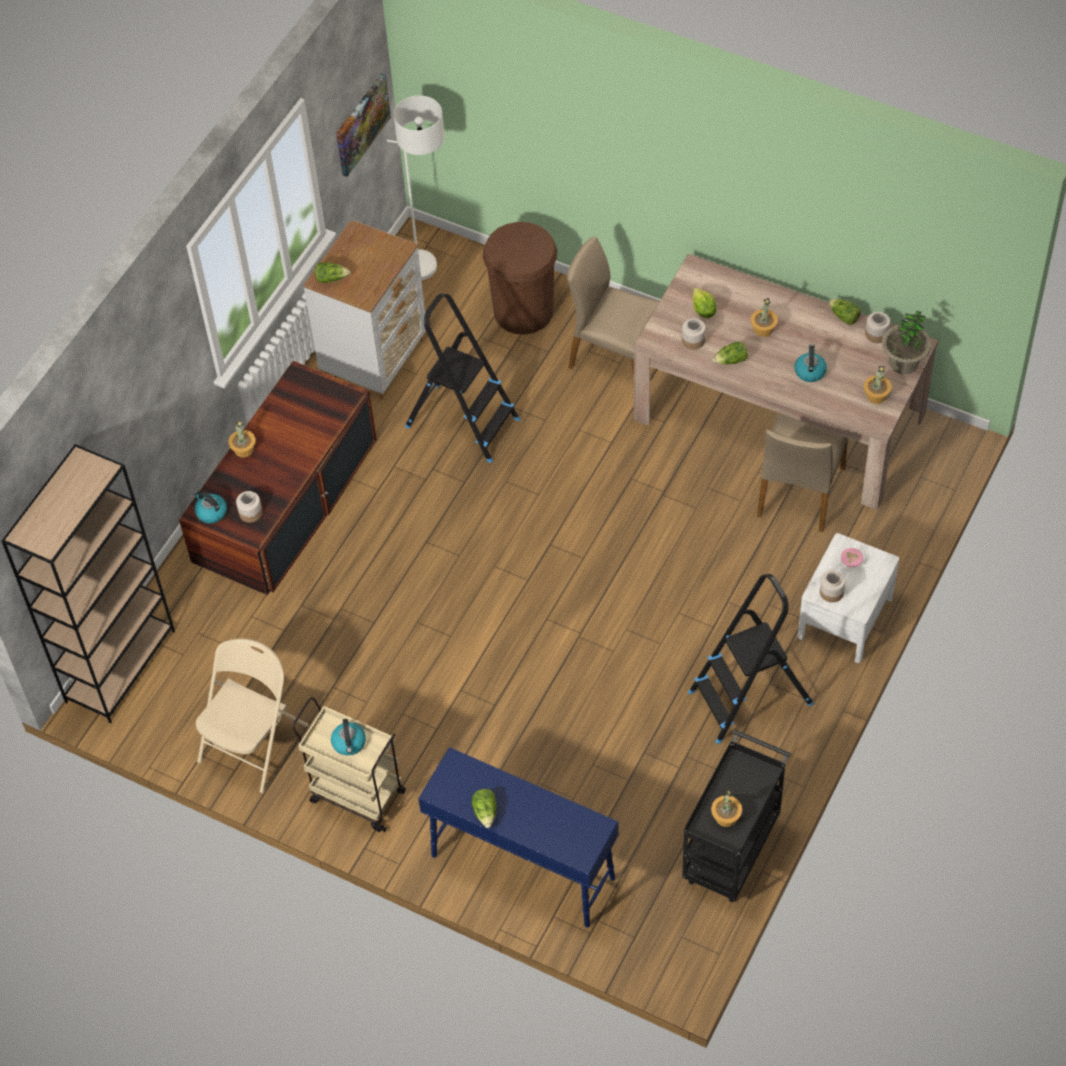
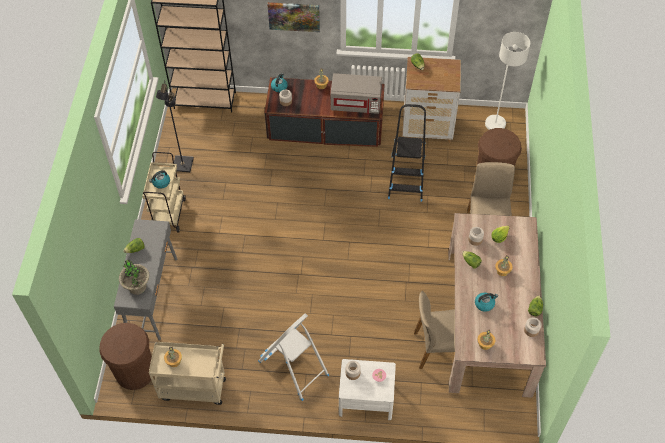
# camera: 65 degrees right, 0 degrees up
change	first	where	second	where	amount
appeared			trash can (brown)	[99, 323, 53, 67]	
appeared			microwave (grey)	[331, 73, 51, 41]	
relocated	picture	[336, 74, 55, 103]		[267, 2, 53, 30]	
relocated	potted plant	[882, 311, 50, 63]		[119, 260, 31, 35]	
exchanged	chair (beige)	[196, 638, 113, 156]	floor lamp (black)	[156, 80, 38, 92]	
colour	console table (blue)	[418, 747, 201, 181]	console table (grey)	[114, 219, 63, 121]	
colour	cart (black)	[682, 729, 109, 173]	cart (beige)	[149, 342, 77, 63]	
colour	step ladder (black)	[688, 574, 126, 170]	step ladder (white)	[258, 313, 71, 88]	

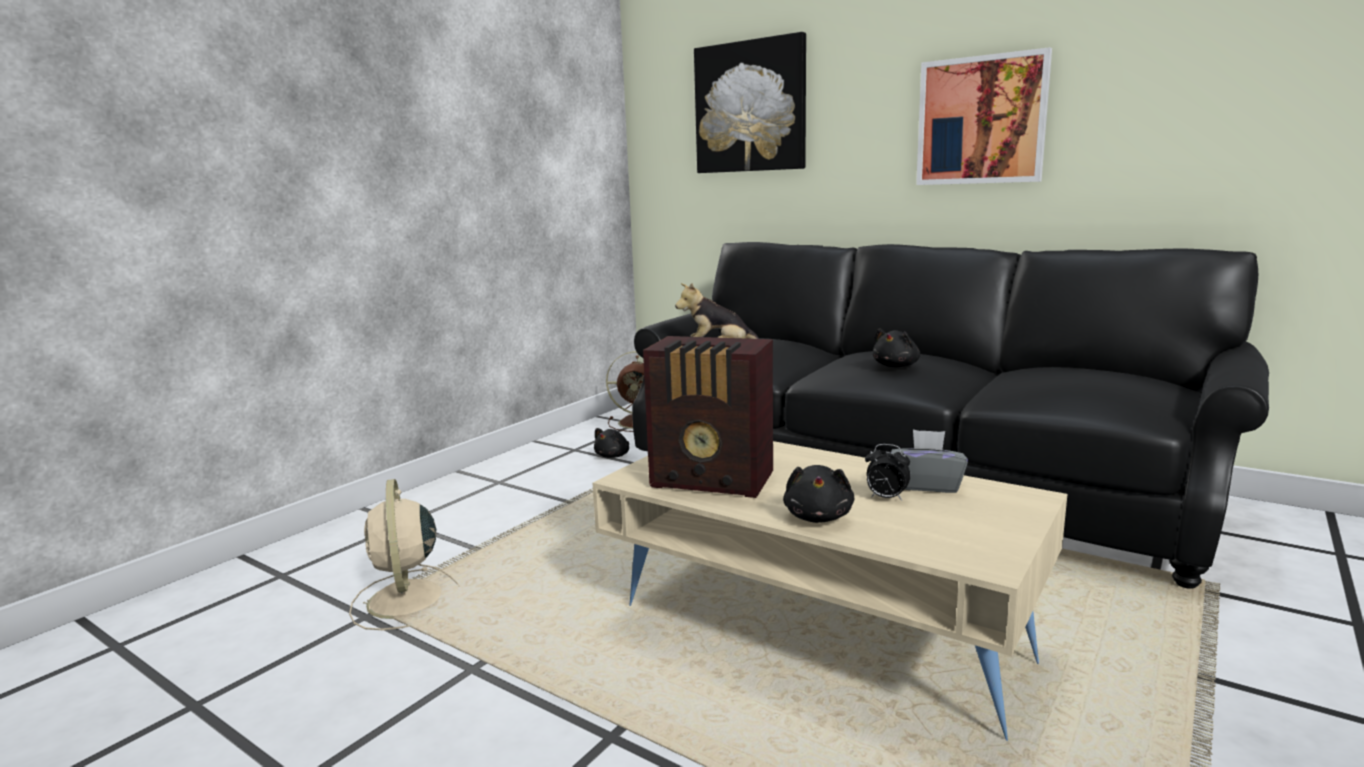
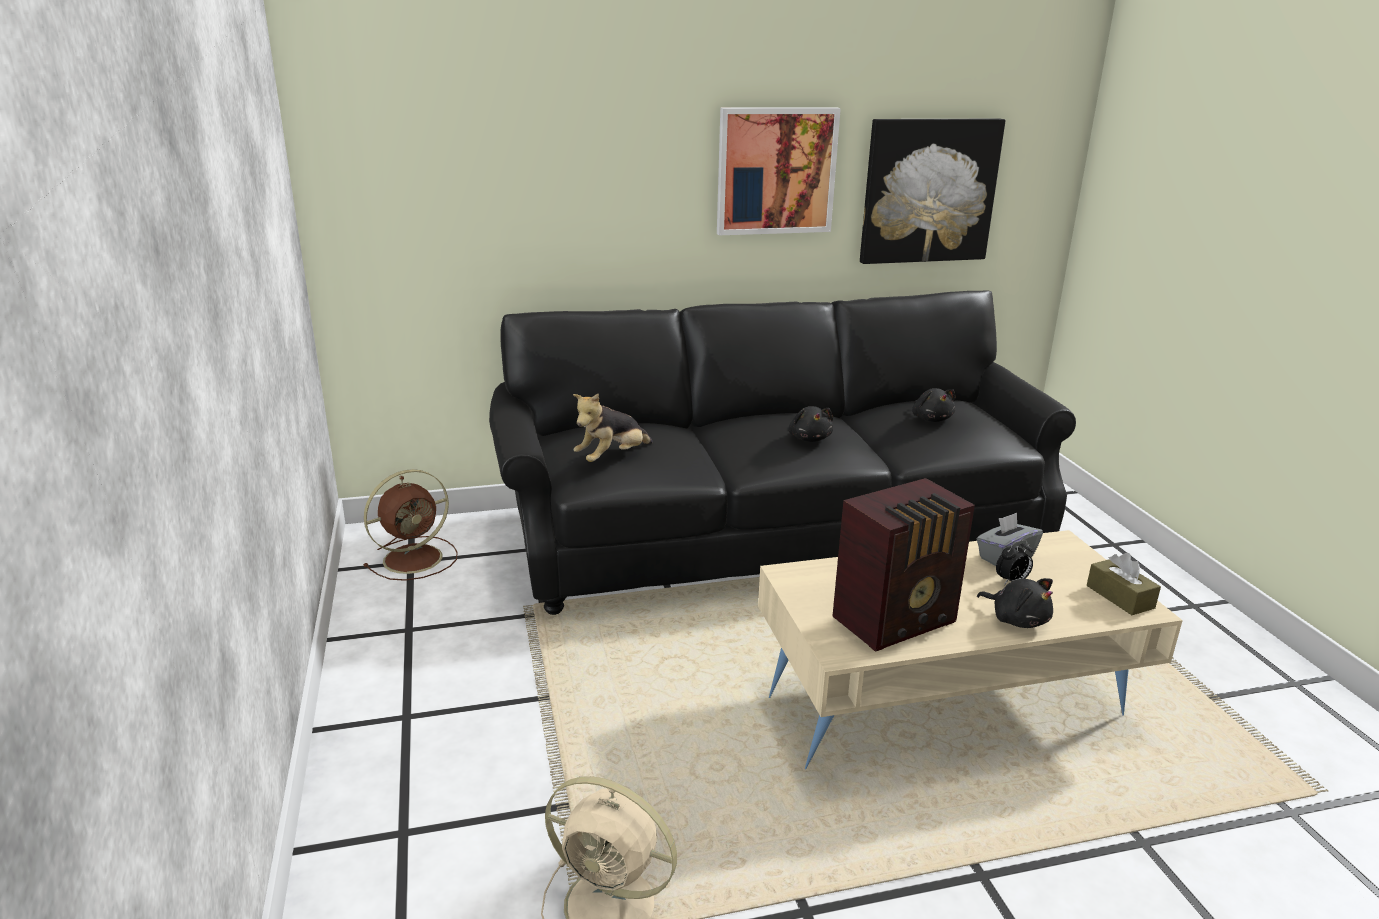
# camera: 50 degrees left, 10 degrees up
change	first	where	second	where	amount
appeared			tissue box (brown)	[1087, 553, 74, 62]	
relocated	plush toy (black)	[594, 428, 35, 30]		[912, 388, 44, 34]	
relocated	picture	[694, 32, 112, 141]		[860, 119, 145, 145]	

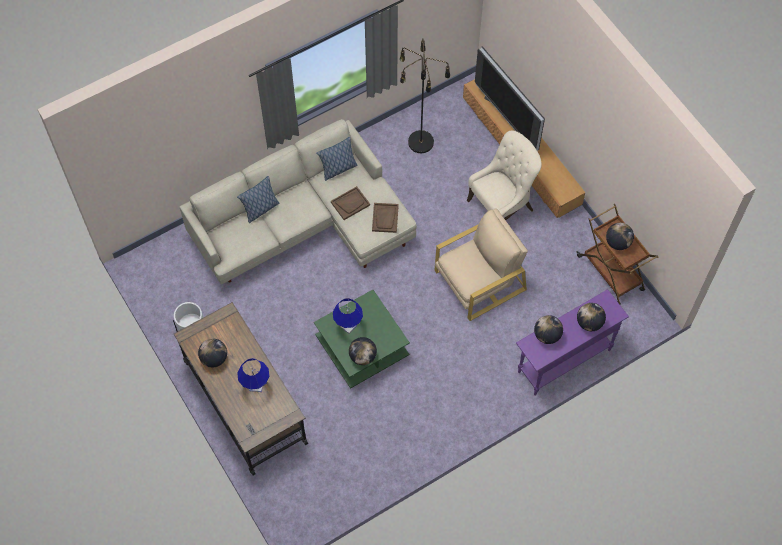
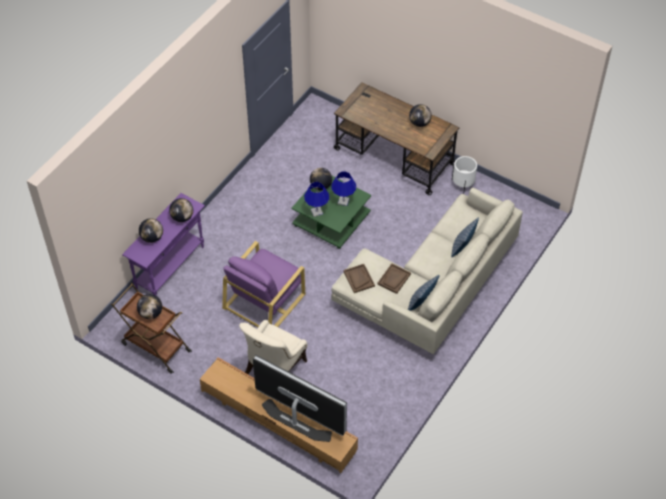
# camera: 155 degrees right, 10 degrees down
change	first	where	second	where	amount
missing	floor lamp	[400, 38, 50, 115]			
relocated	table lamp (blue)	[237, 358, 32, 34]		[304, 182, 25, 35]	
colour	armchair (beige)	[434, 208, 94, 113]	armchair (purple)	[222, 241, 83, 86]	

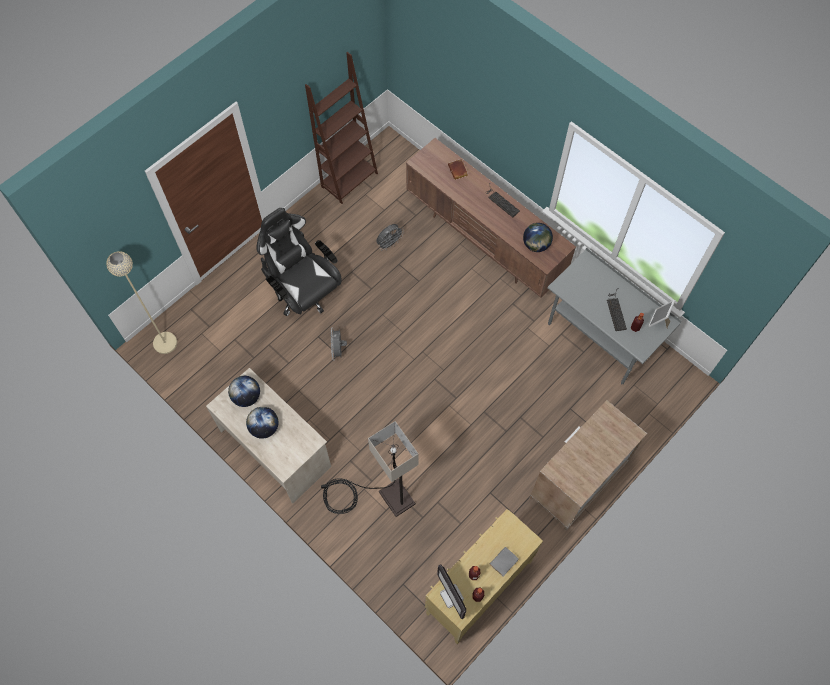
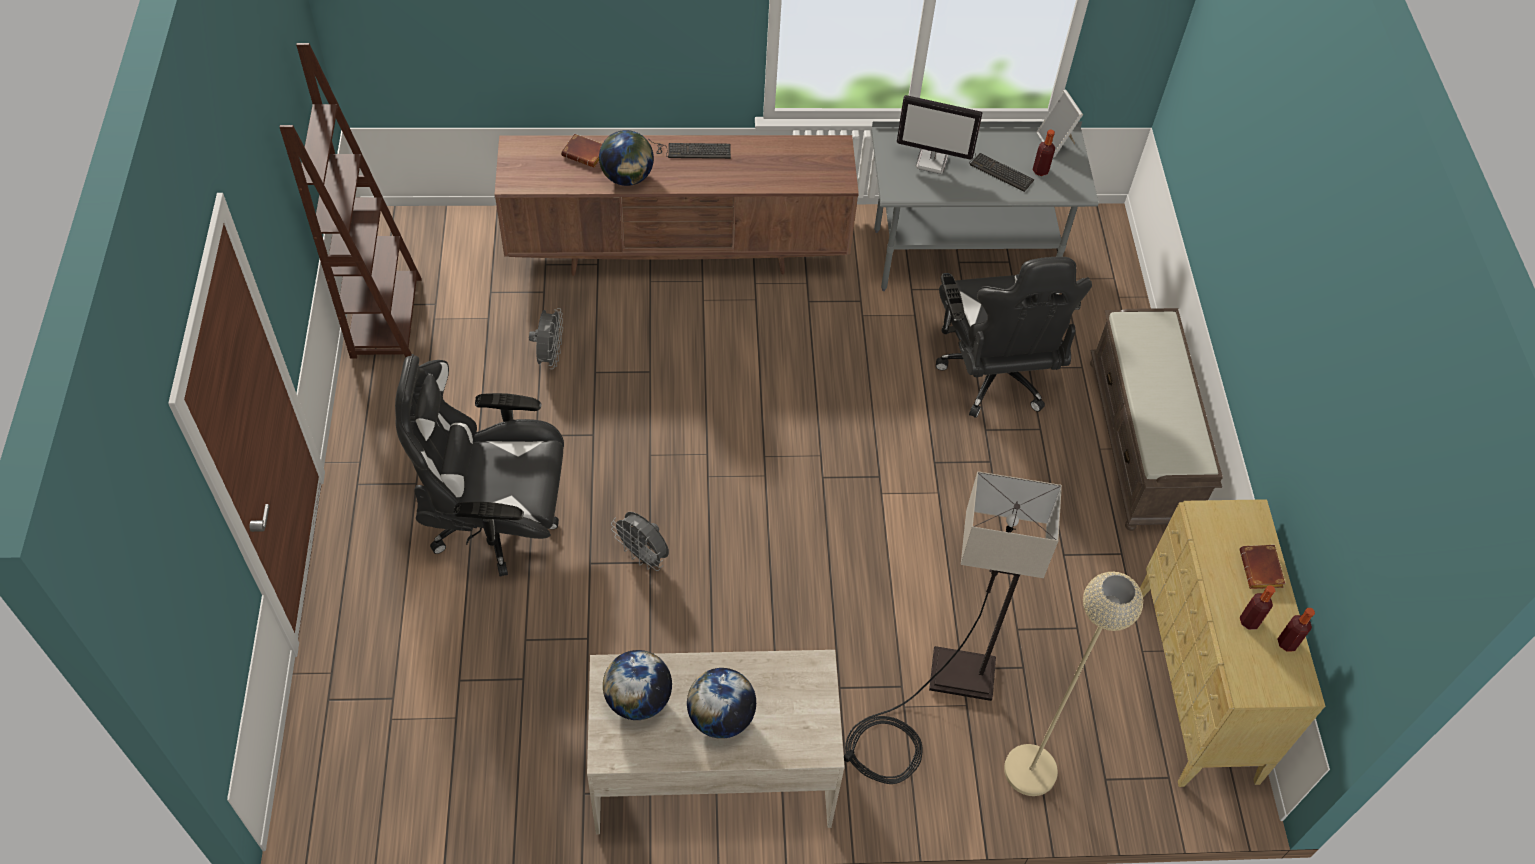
# camera: 50 degrees left, 10 degrees down
change	first	where	second	where	amount
appeared			office chair (black)	[936, 257, 156, 161]	
relocated	floor lamp (beige)	[106, 251, 71, 103]		[1004, 572, 139, 224]	
relocated	monitor	[437, 564, 29, 55]		[897, 95, 86, 79]	
relocated	globe	[523, 223, 30, 29]		[599, 130, 55, 56]	
exchanged	dresser	[529, 400, 118, 131]	bench (brown)	[1090, 308, 133, 223]	
colour	book (grey)	[490, 547, 29, 30]	book (brown)	[1239, 545, 47, 44]	

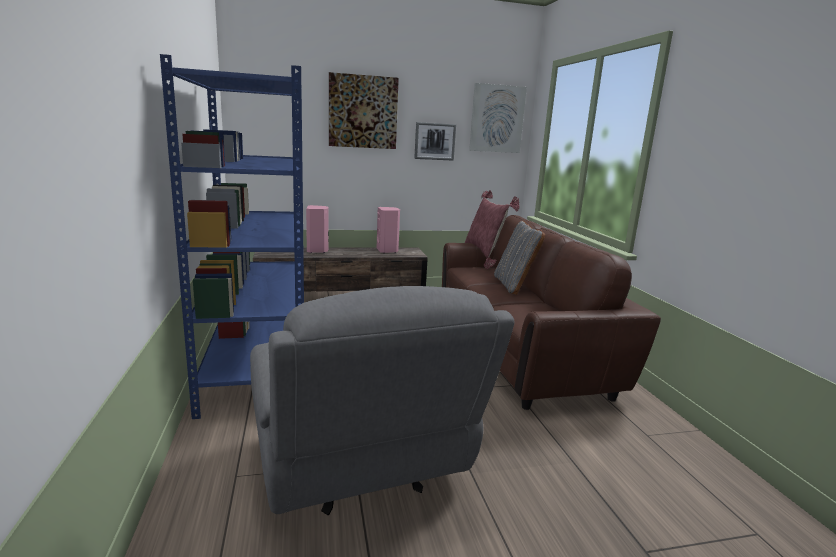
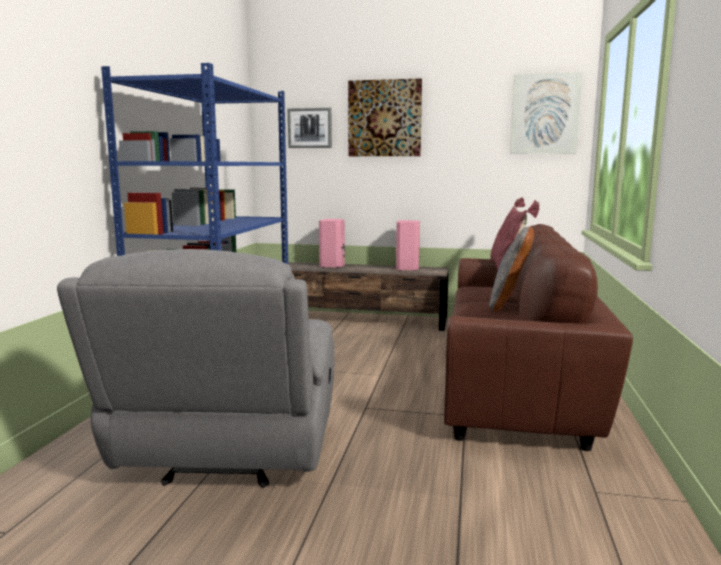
# camera: 25 degrees right, 5 degrees down
change	first	where	second	where	amount
relocated	picture	[414, 122, 42, 39]		[288, 108, 44, 40]	

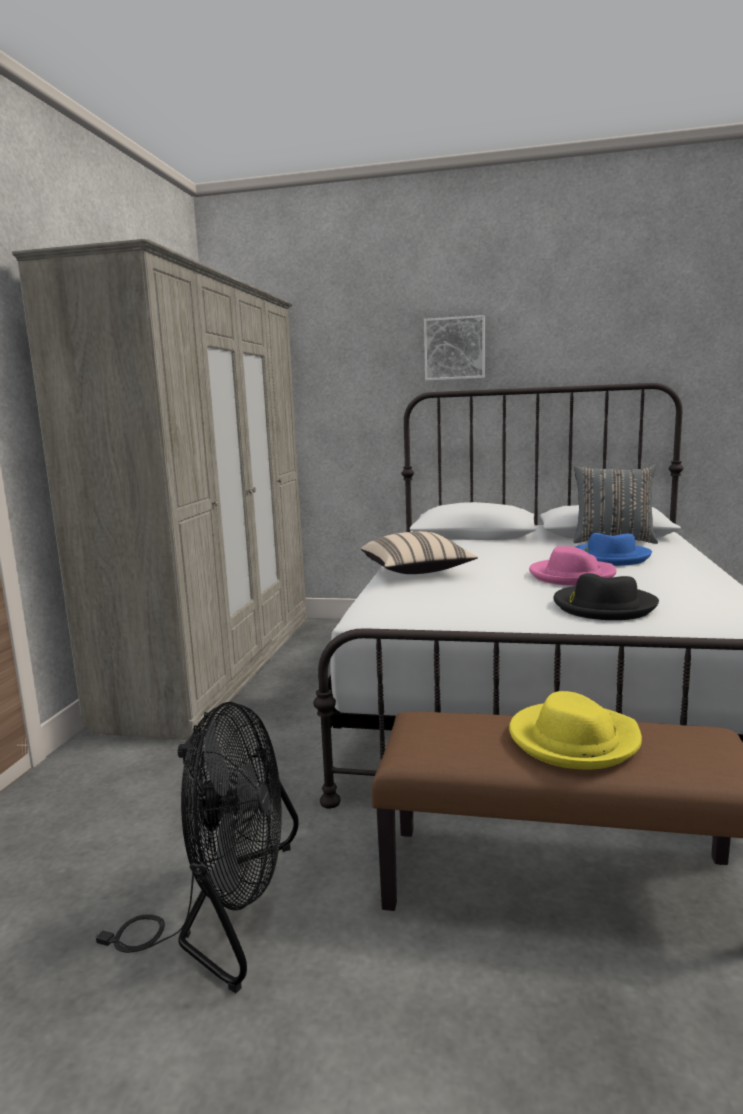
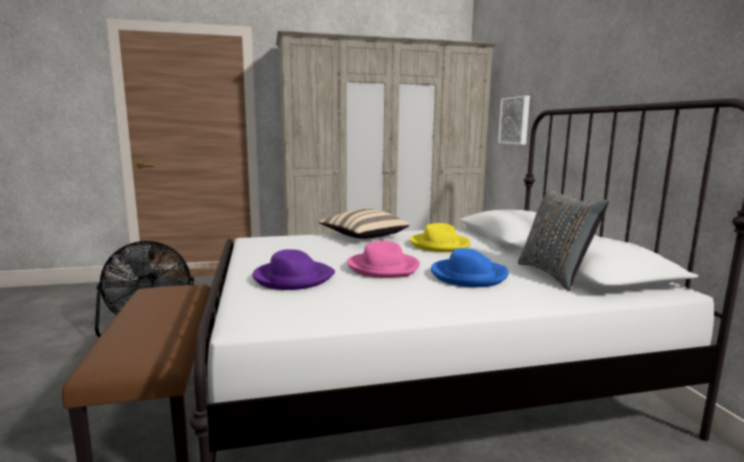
# camera: 65 degrees right, 0 degrees up
change	first	where	second	where	amount
relocated	picture	[424, 315, 61, 66]		[498, 96, 32, 49]	
relocated	hat (yellow)	[509, 691, 133, 79]		[410, 223, 61, 29]	
colour	hat (black)	[553, 573, 106, 47]	hat (purple)	[252, 249, 83, 41]	

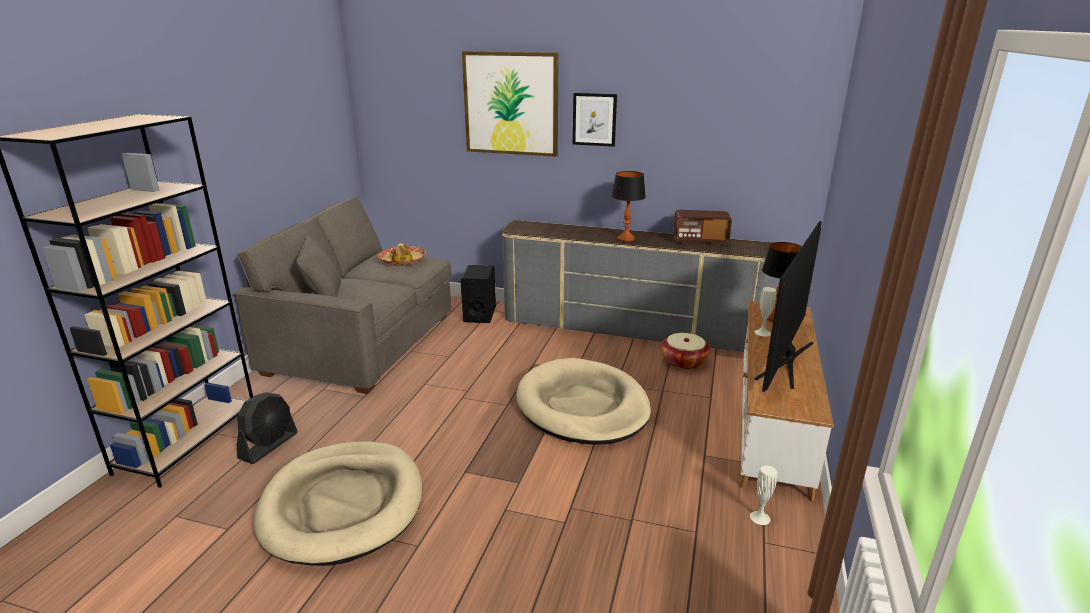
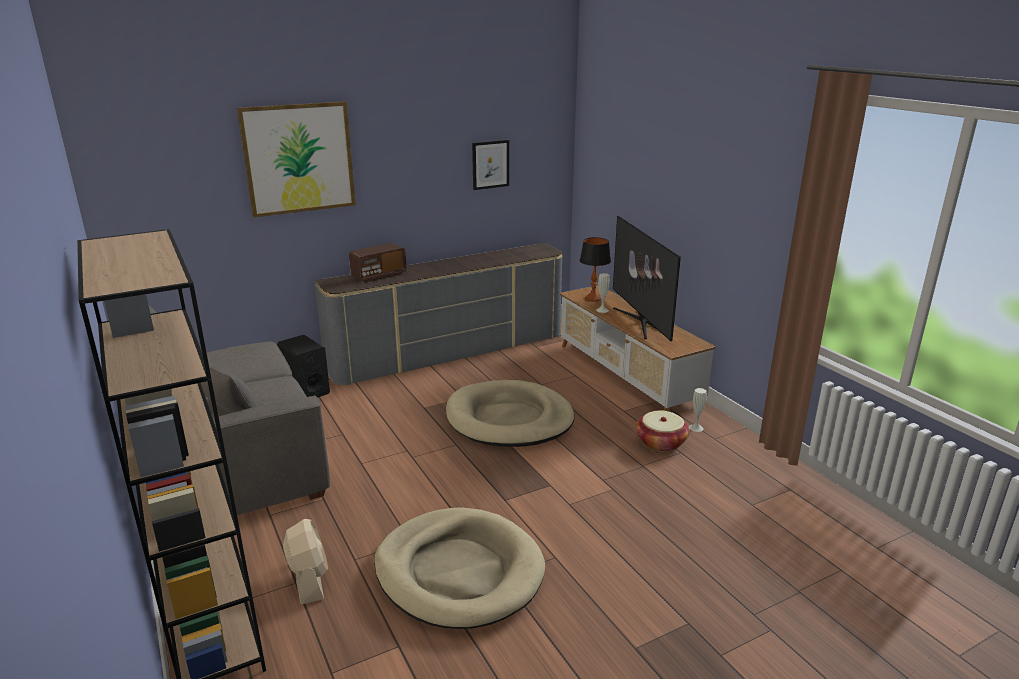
# camera: 45 degrees left, 0 degrees up
change	first	where	second	where	amount
missing	hat	[377, 243, 49, 23]			
missing	table lamp	[611, 171, 35, 71]			
relocated	picture	[573, 93, 44, 54]		[472, 140, 37, 50]	
relocated	basket	[661, 333, 49, 36]		[636, 410, 54, 42]	
relocated	radio	[673, 210, 59, 35]		[349, 243, 58, 40]	
colour	fan (black)	[237, 392, 61, 72]	fan (beige)	[283, 519, 45, 85]	

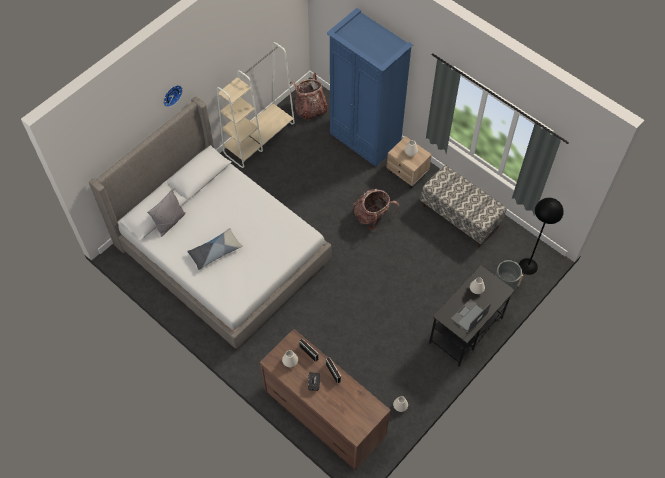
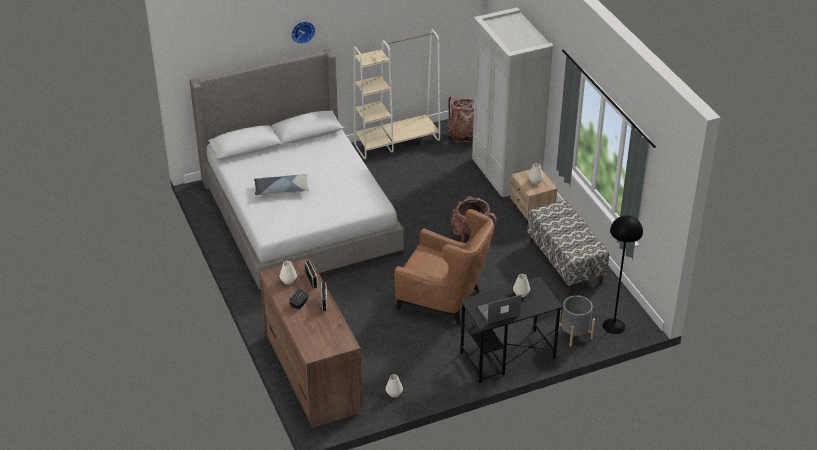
# camera: 25 degrees right, 20 degrees down
change	first	where	second	where	amount
missing	pillow (grey)	[147, 189, 39, 48]			
appeared			armchair (brown)	[395, 209, 99, 116]	
colour	wardrobe (blue)	[327, 8, 86, 159]	wardrobe (white)	[472, 7, 82, 190]	

